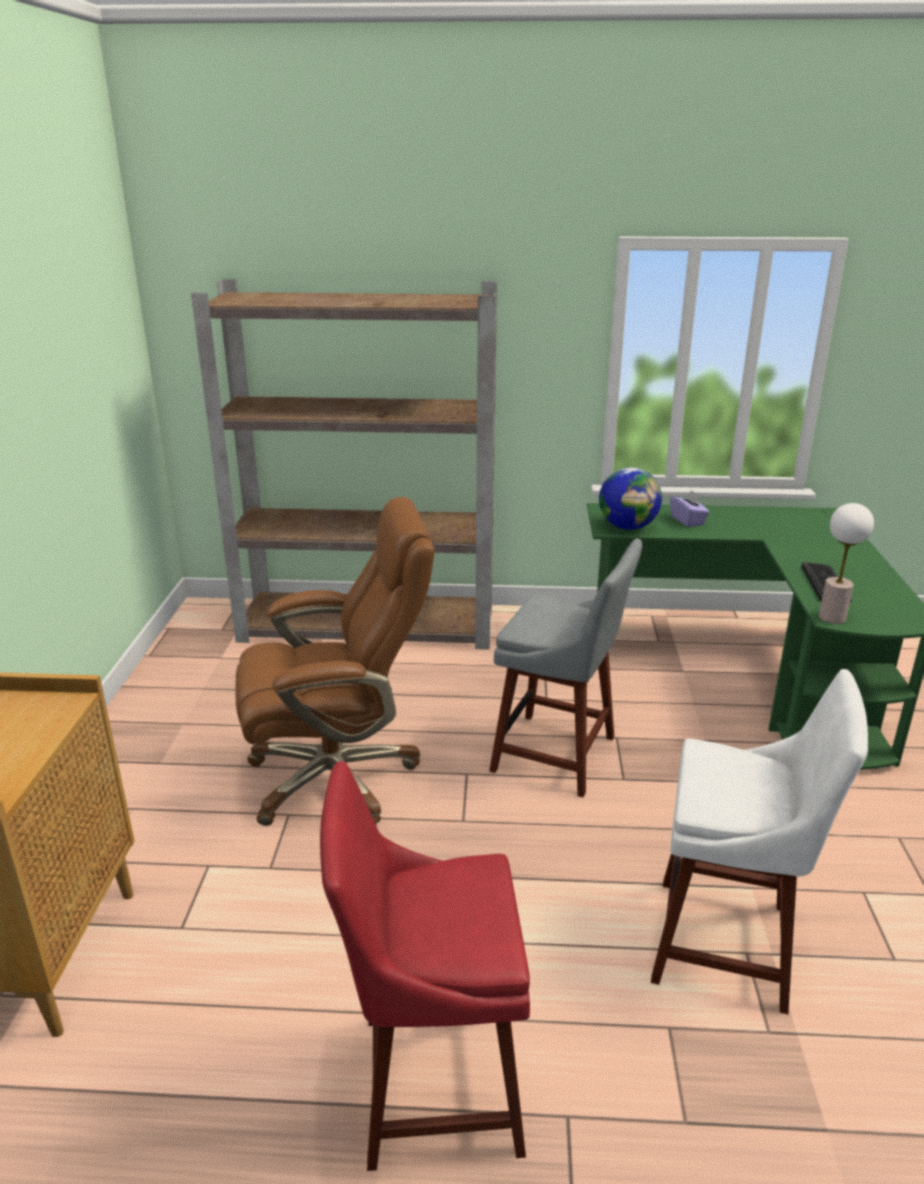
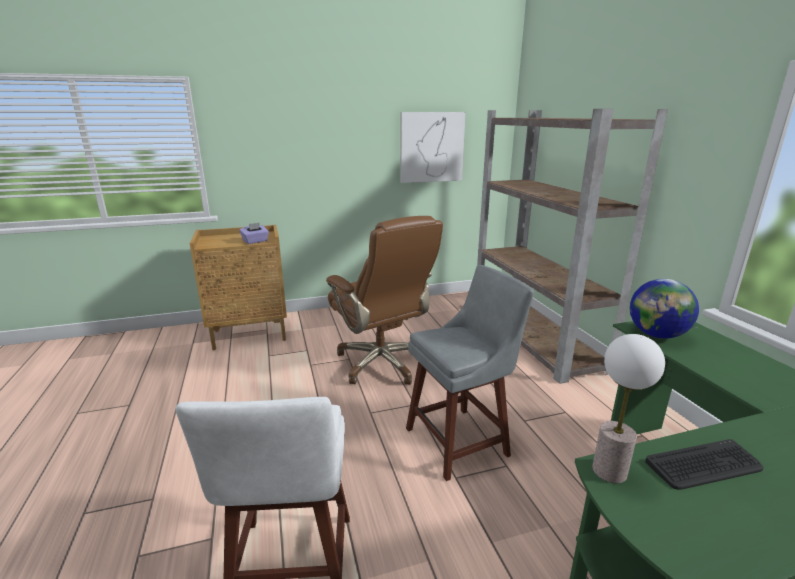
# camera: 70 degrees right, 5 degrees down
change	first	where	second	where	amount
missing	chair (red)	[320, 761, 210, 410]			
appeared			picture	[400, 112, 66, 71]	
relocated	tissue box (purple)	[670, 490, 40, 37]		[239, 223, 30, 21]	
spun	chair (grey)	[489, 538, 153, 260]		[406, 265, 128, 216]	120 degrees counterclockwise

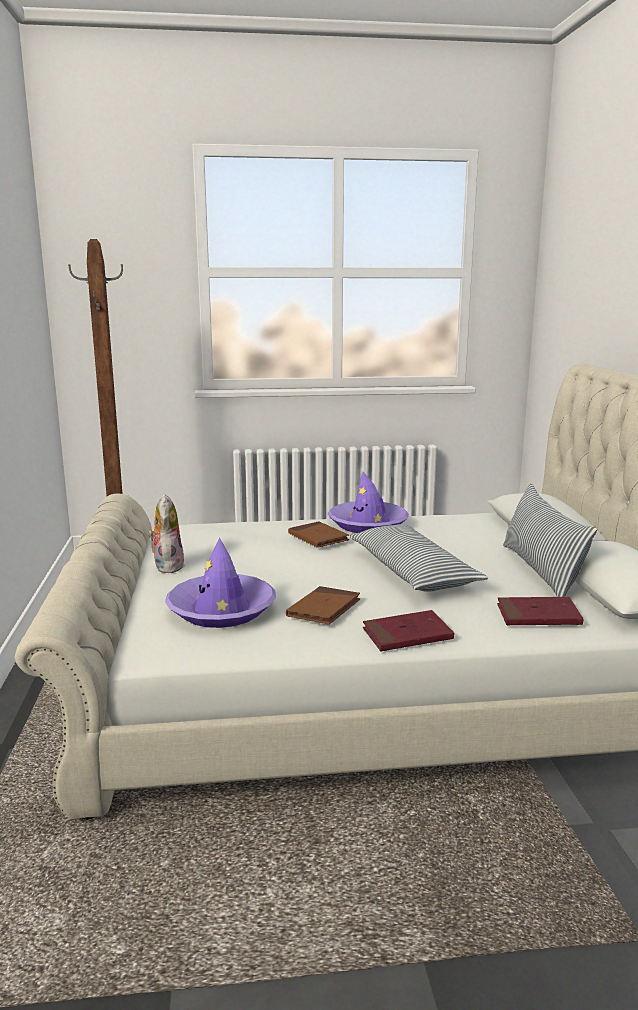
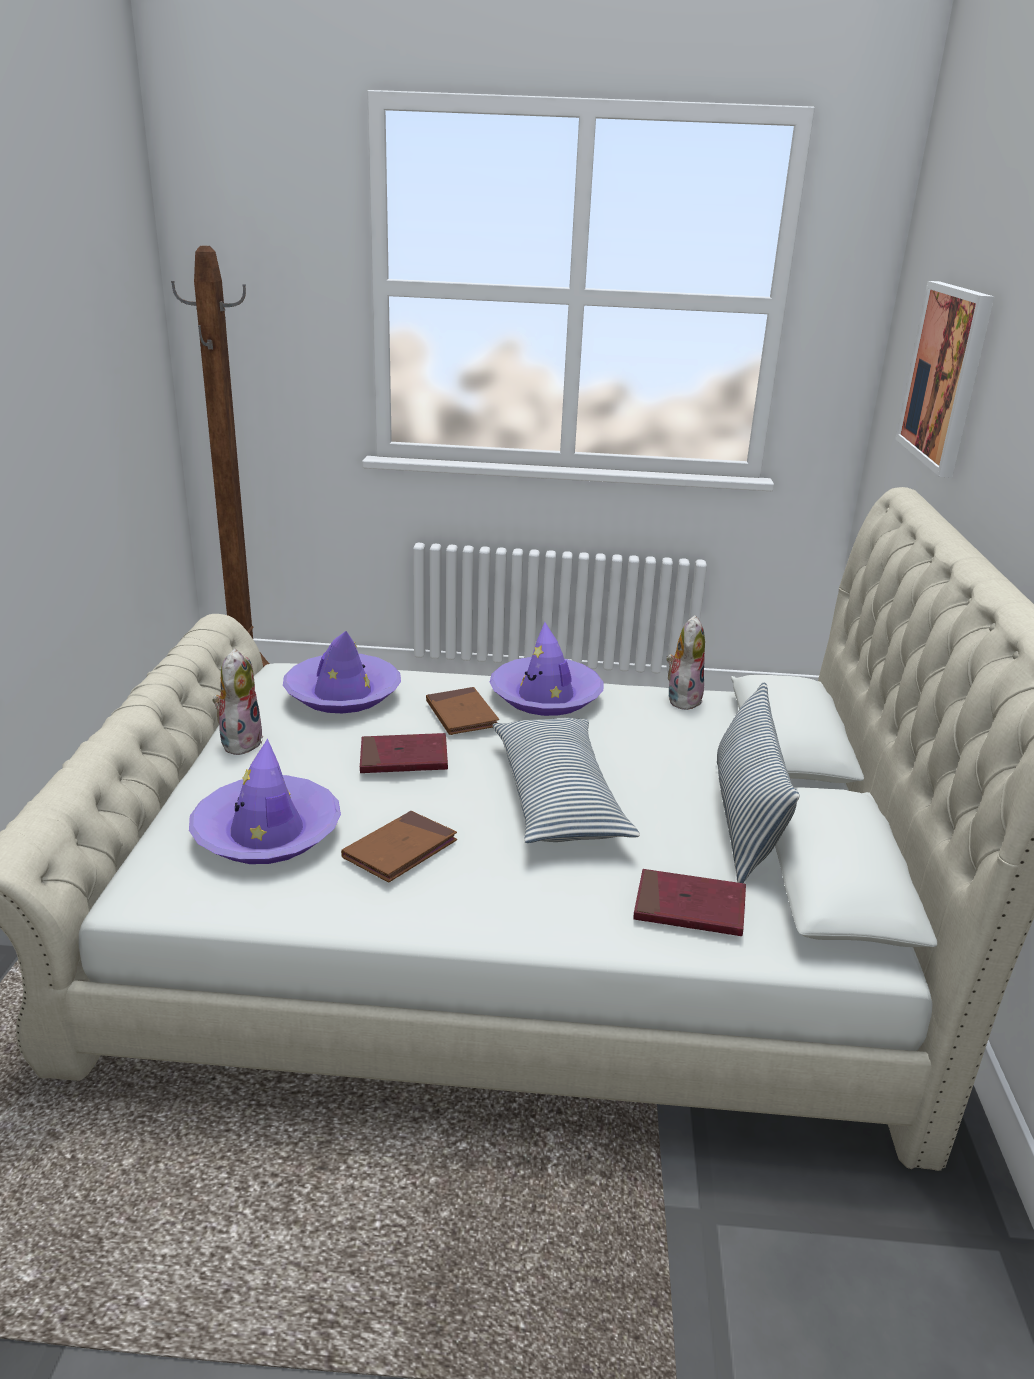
# camera: 10 degrees right, 10 degrees up
change	first	where	second	where	amount
appeared			hat (purple)	[283, 631, 118, 82]	
appeared			plush toy	[666, 615, 39, 95]	
appeared			picture	[895, 281, 99, 197]	
relocated	book (red)	[363, 610, 91, 41]		[360, 733, 88, 40]	

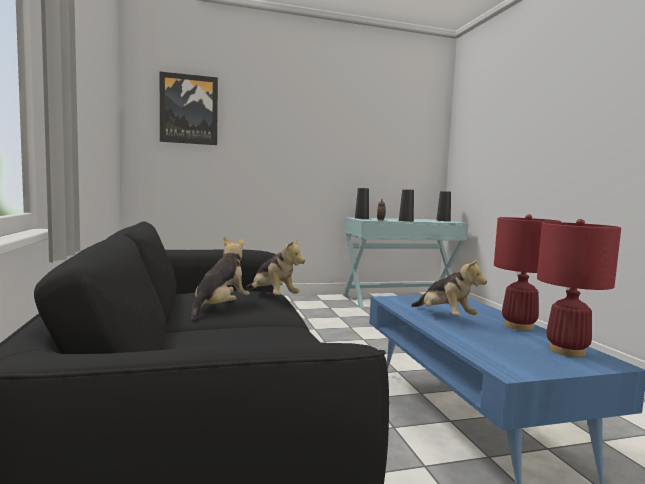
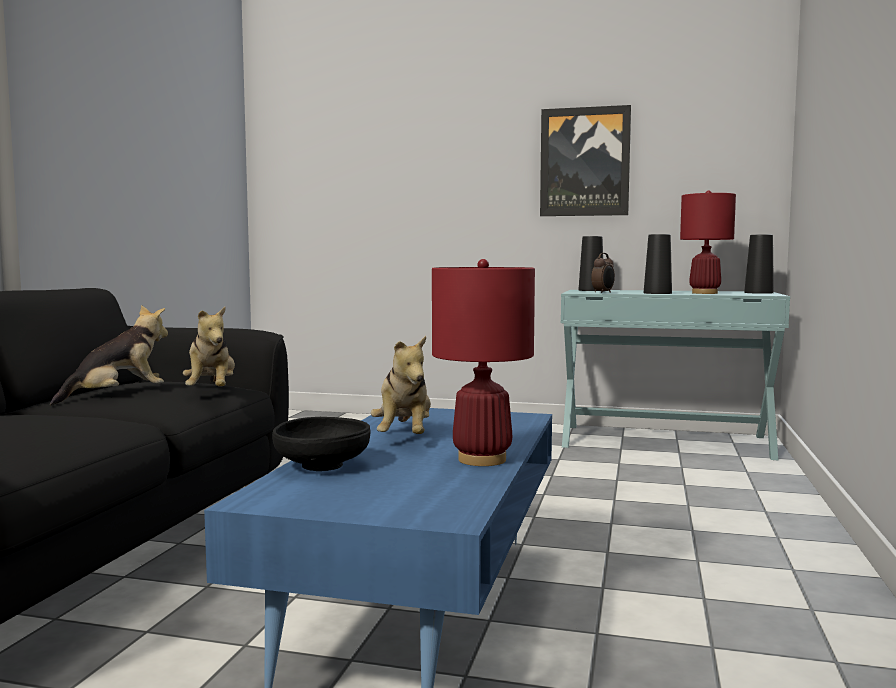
# camera: 30 degrees right, 0 degrees up
change	first	where	second	where	amount
appeared			bowl (black)	[272, 417, 98, 54]	
relocated	picture	[160, 72, 58, 73]		[540, 105, 91, 111]	
relocated	table lamp (red)	[537, 219, 84, 138]		[680, 190, 56, 104]	

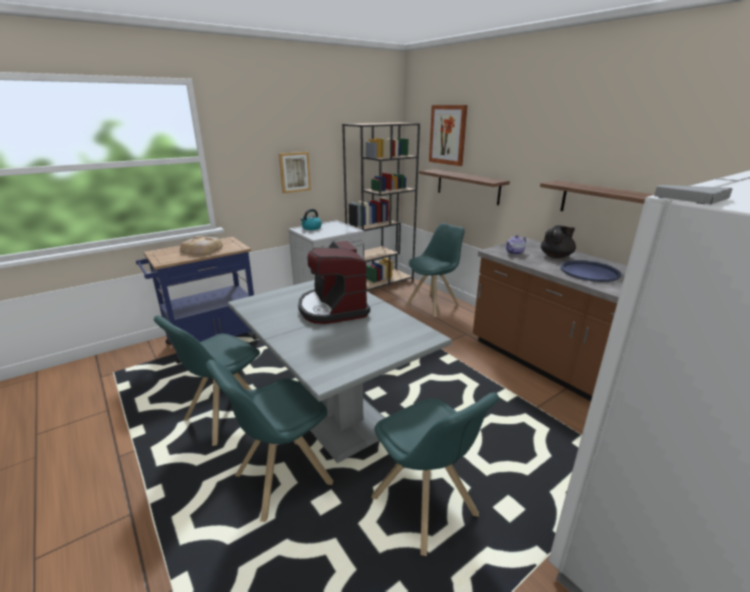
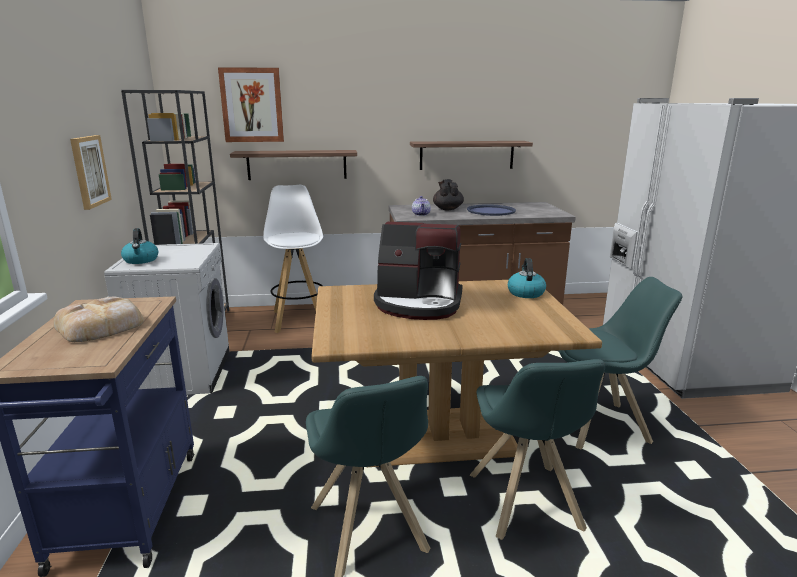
# camera: 60 degrees left, 5 degrees down
change	first	where	second	where	amount
appeared			kettle	[508, 258, 38, 40]	
exchanged	chair (turquoise)	[406, 223, 58, 95]	stool (white)	[263, 185, 60, 148]	
colour	dining table (grey)	[228, 280, 224, 183]	dining table (brown)	[311, 280, 291, 187]	

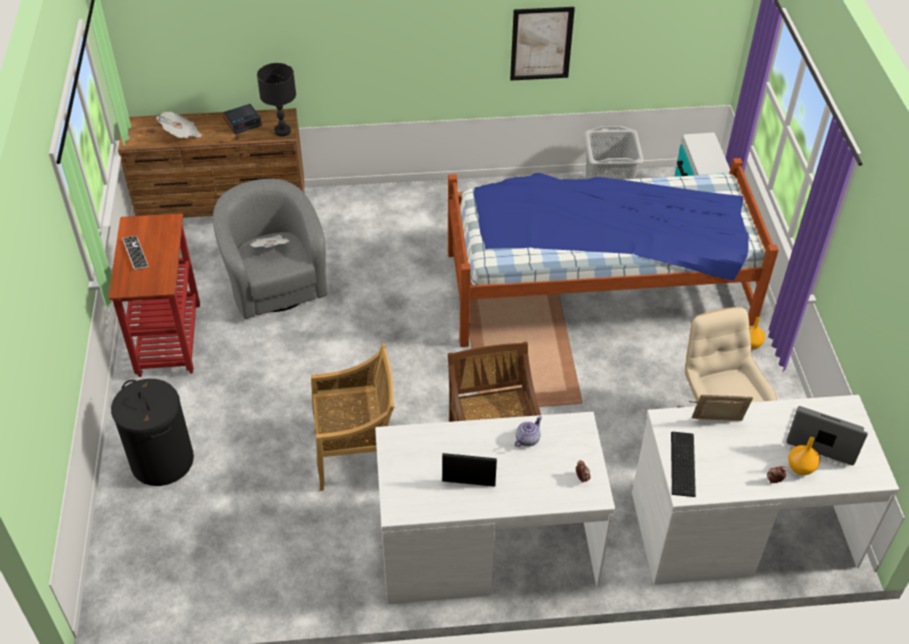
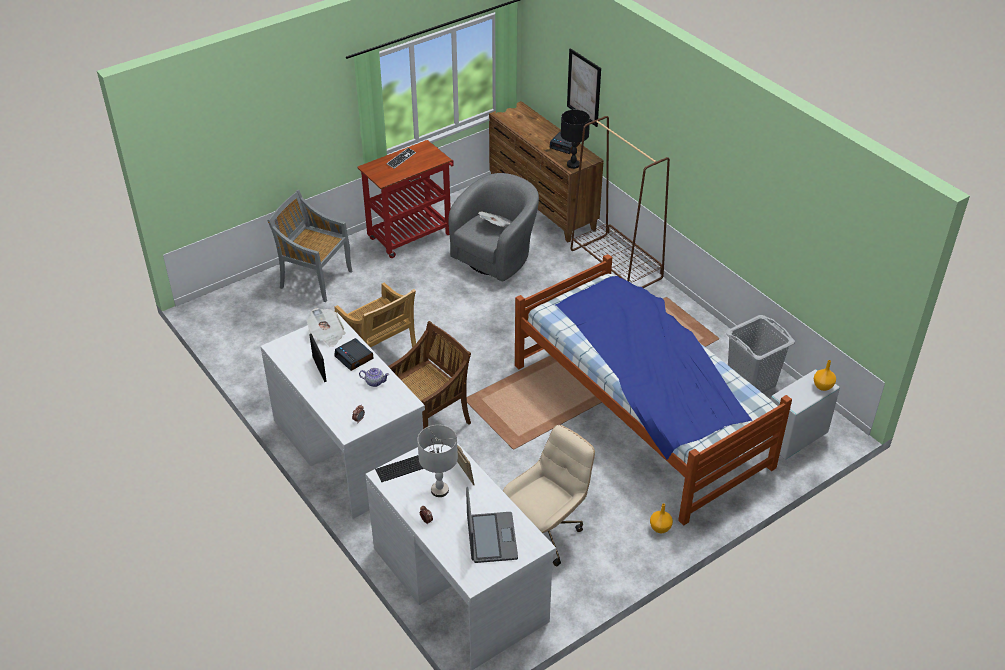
# camera: 60 degrees right, 5 degrees down
change	first	where	second	where	amount
appeared			alarm clock	[334, 338, 40, 33]	
appeared			table lamp (grey)	[417, 425, 41, 72]	
appeared			clothes rack (brown)	[571, 116, 99, 172]	
relocated	newspaper	[156, 112, 45, 27]		[307, 308, 39, 39]	
relocated	picture	[510, 7, 65, 74]		[567, 48, 34, 79]	
relocated	vase (orange)	[788, 437, 32, 38]		[814, 360, 22, 31]	
exchanged	laundry basket (black)	[111, 379, 83, 107]	chair (grey)	[267, 190, 85, 112]	

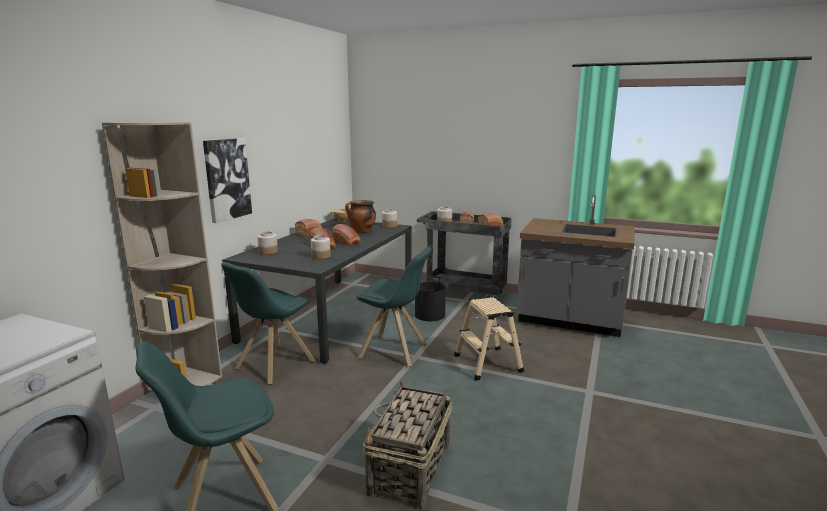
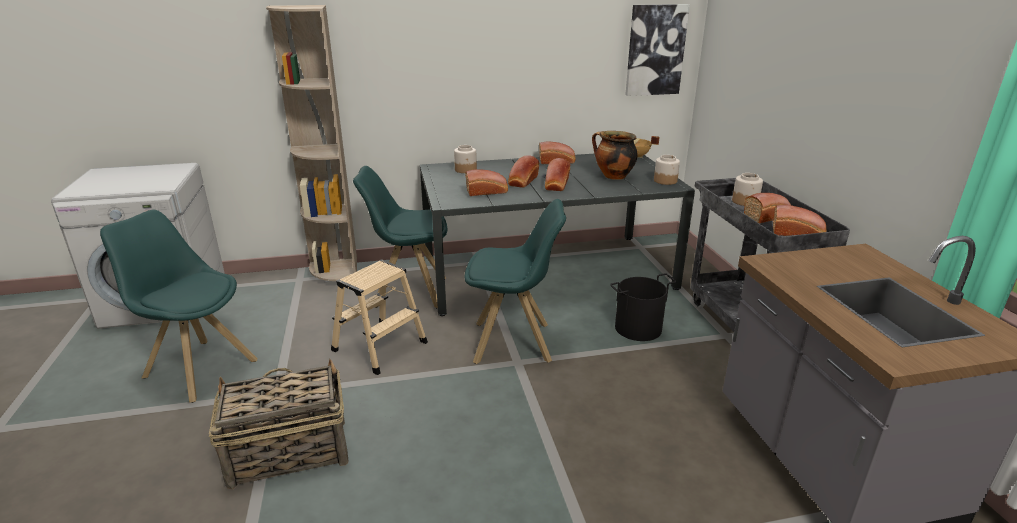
# camera: 55 degrees right, 10 degrees up
change	first	where	second	where	amount
relocated	picture	[203, 138, 49, 85]		[625, 4, 65, 92]	
relocated	step ladder (beige)	[454, 296, 70, 85]		[331, 259, 97, 116]	
exchanged	jar	[311, 235, 20, 24]	bread	[465, 169, 43, 27]	
spun	chair (turquoise)	[357, 247, 74, 120]		[465, 199, 101, 165]	75 degrees counterclockwise

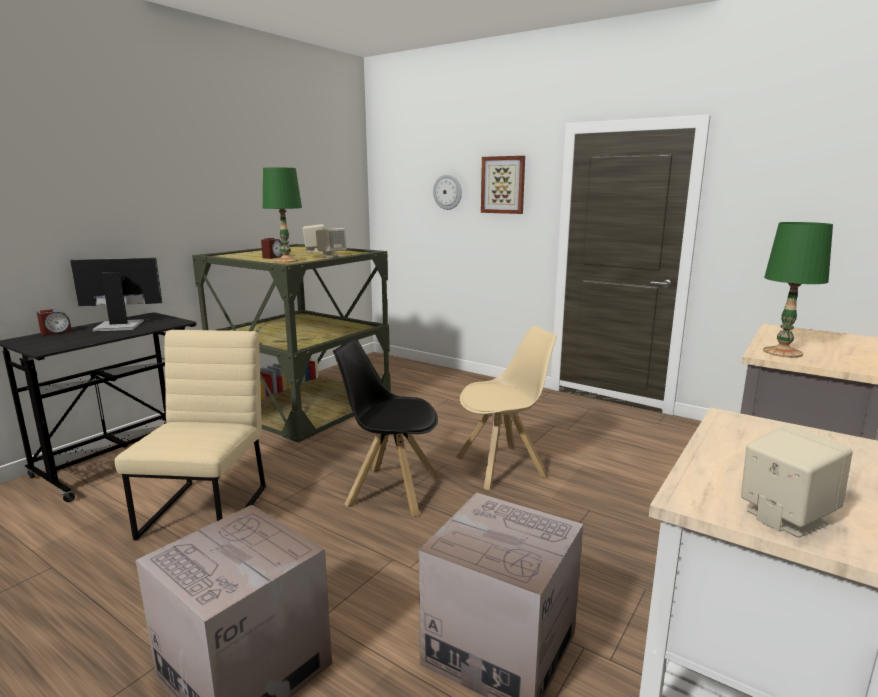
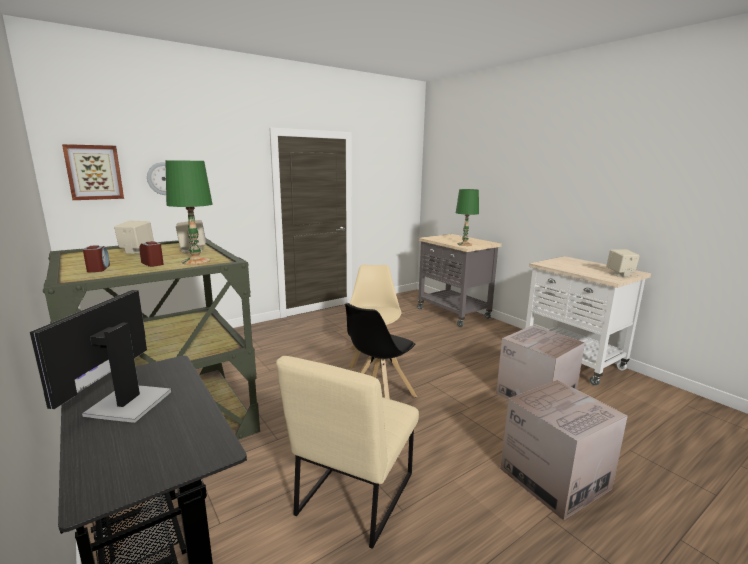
# camera: 70 degrees left, 0 degrees up
change	first	where	second	where	amount
relocated	alarm clock	[37, 309, 35, 26]		[83, 245, 27, 27]	
relocated	picture	[481, 156, 44, 58]		[62, 144, 62, 56]	
spun	chair (beige)	[115, 330, 151, 210]		[276, 356, 143, 193]	90 degrees counterclockwise

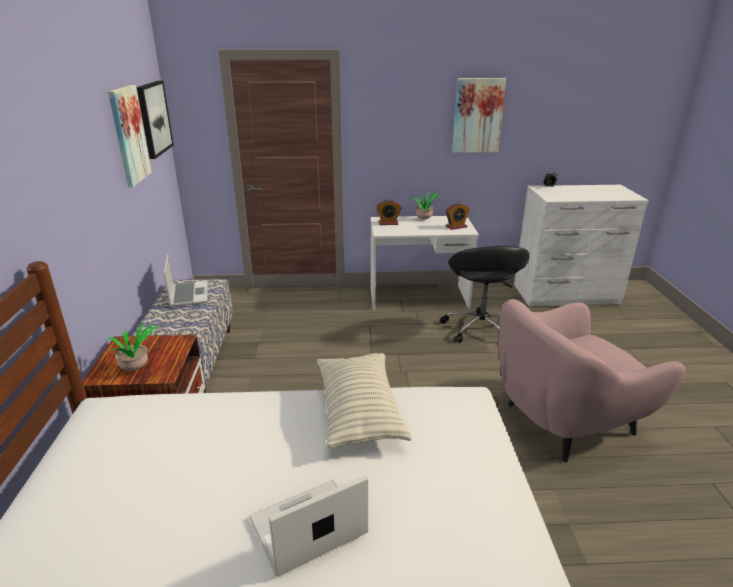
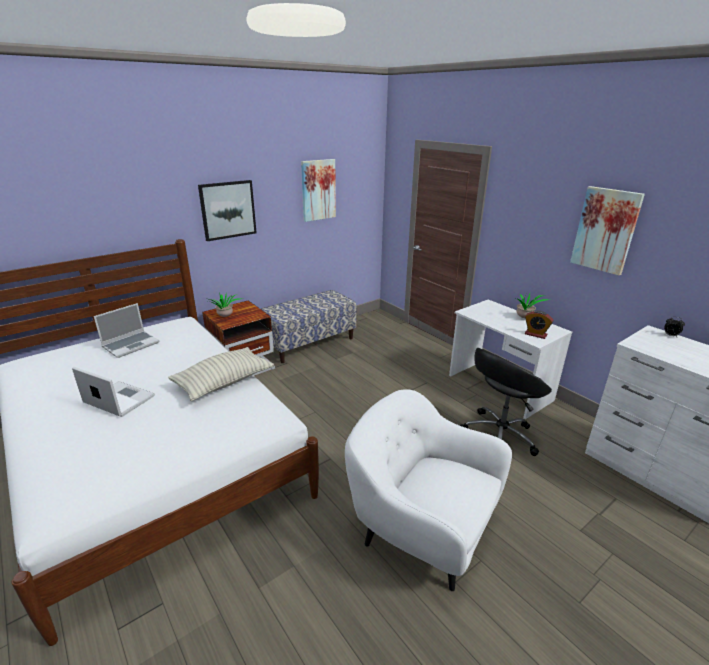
# camera: 55 degrees right, 0 degrees up
change	first	where	second	where	amount
missing	alarm clock	[376, 199, 25, 26]			
relocated	picture	[137, 80, 37, 79]		[198, 180, 59, 61]	
relocated	laptop	[164, 254, 44, 53]		[94, 303, 65, 55]	
colour	armchair (pink)	[499, 299, 187, 163]	armchair (white)	[345, 389, 167, 202]	

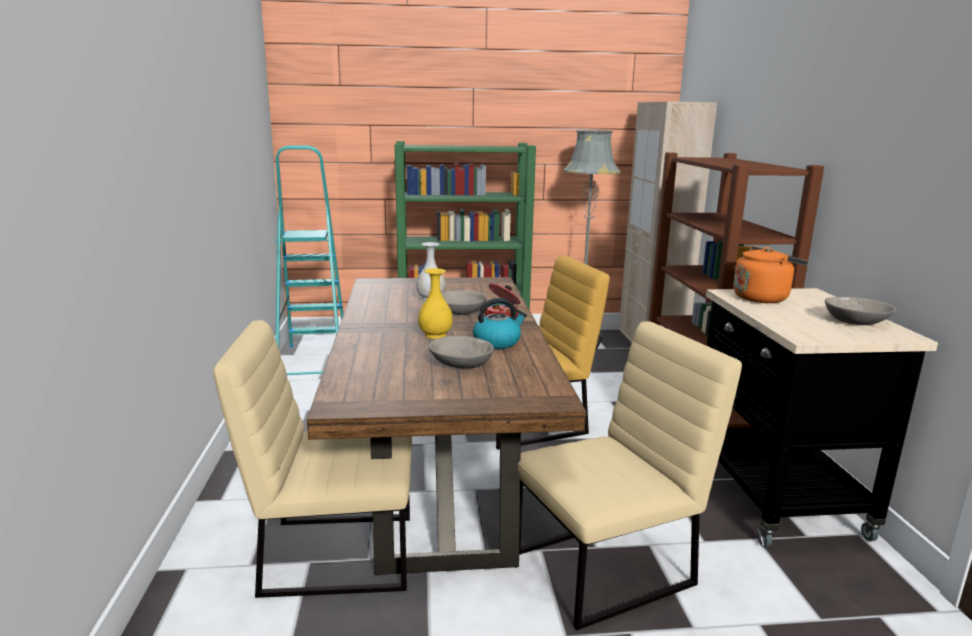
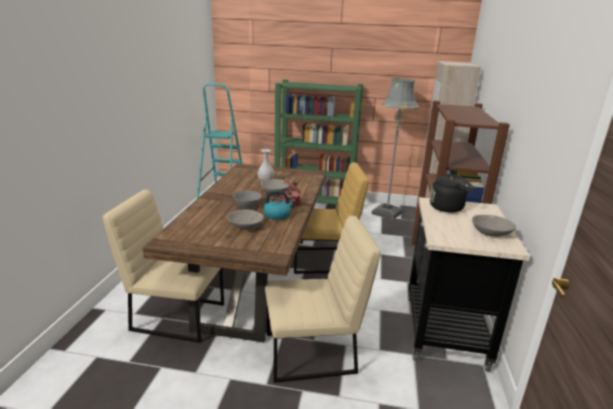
# camera: 15 degrees right, 5 degrees up
change	first	where	second	where	amount
exchanged	vase (yellow)	[418, 268, 35, 71]	bowl (grey)	[233, 190, 29, 19]	
colour	kettle (orange)	[733, 246, 75, 57]	kettle (black)	[430, 174, 46, 39]	

